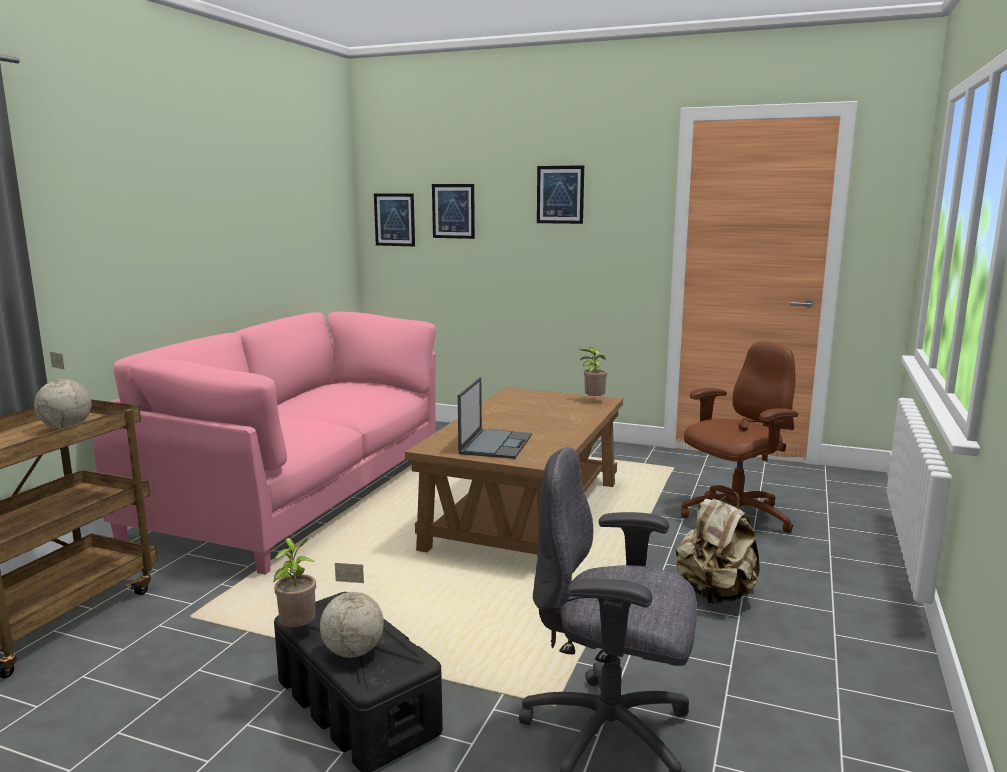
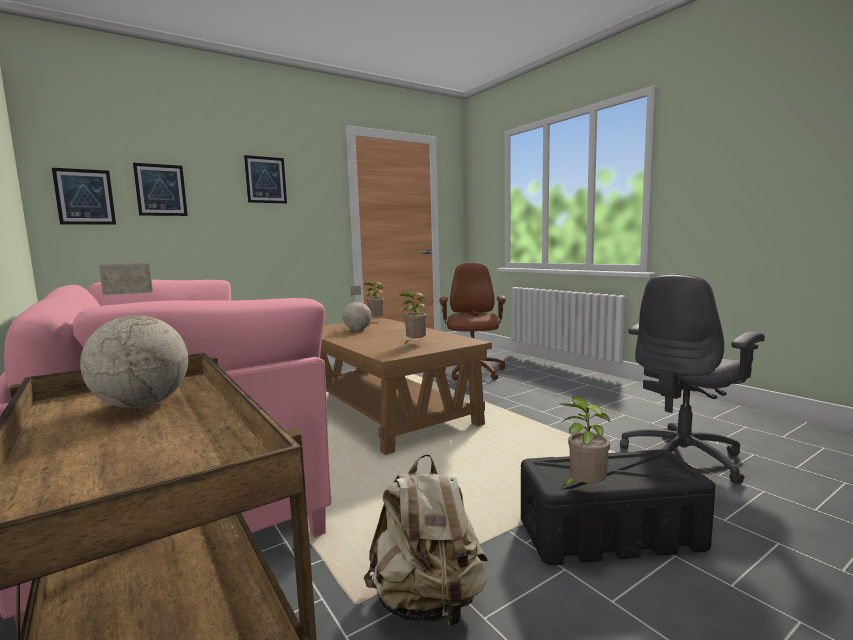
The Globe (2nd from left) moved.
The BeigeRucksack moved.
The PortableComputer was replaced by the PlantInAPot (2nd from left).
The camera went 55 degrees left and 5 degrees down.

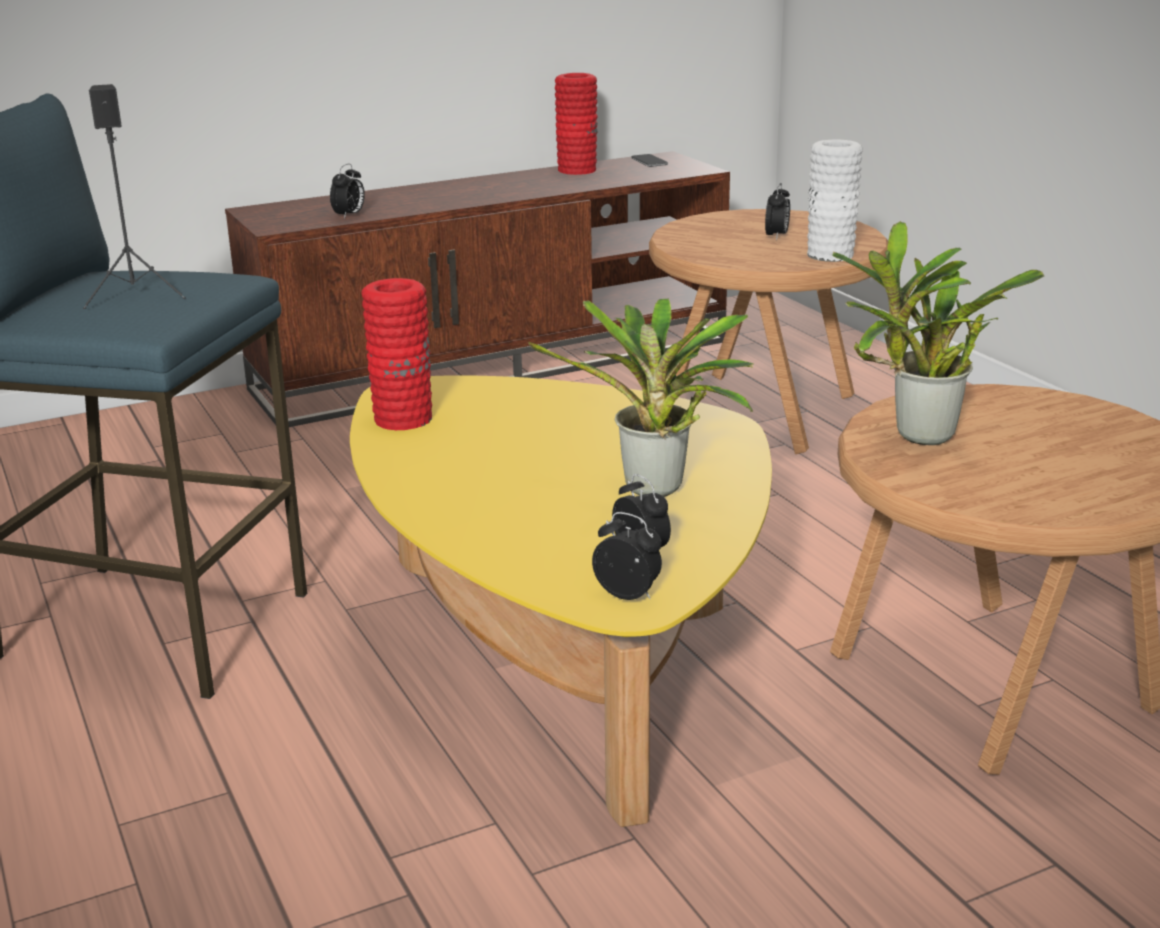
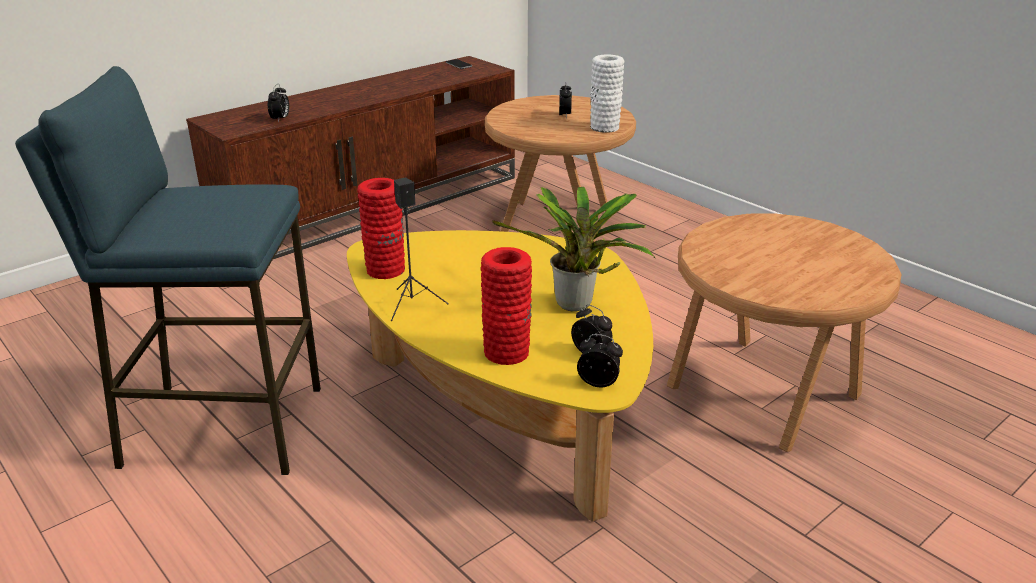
The BlackSpeaker moved.
The RedColouredDecorativeVase (2nd from left) moved.
The PlantInAPot (2nd from left) disappeared.
The camera went 15 degrees left and 5 degrees up.

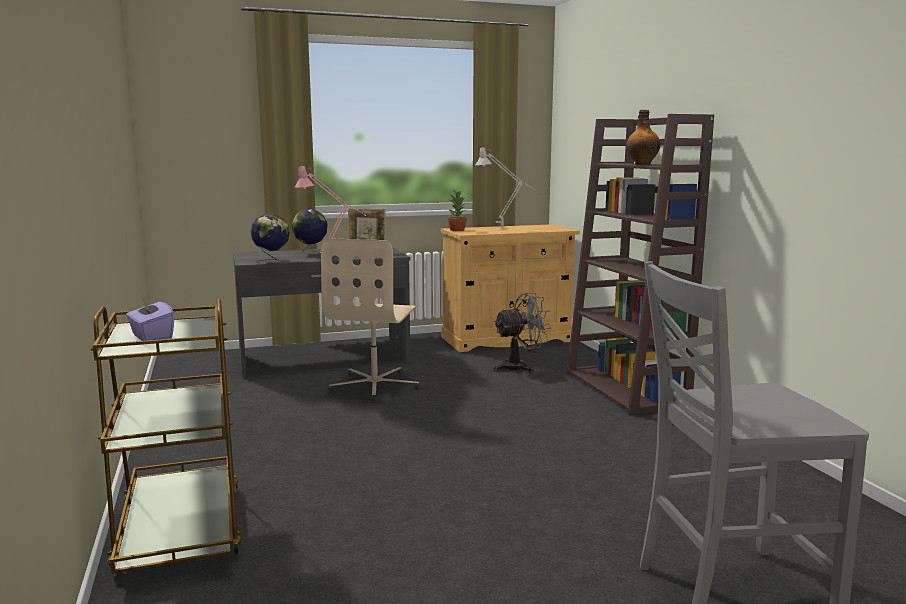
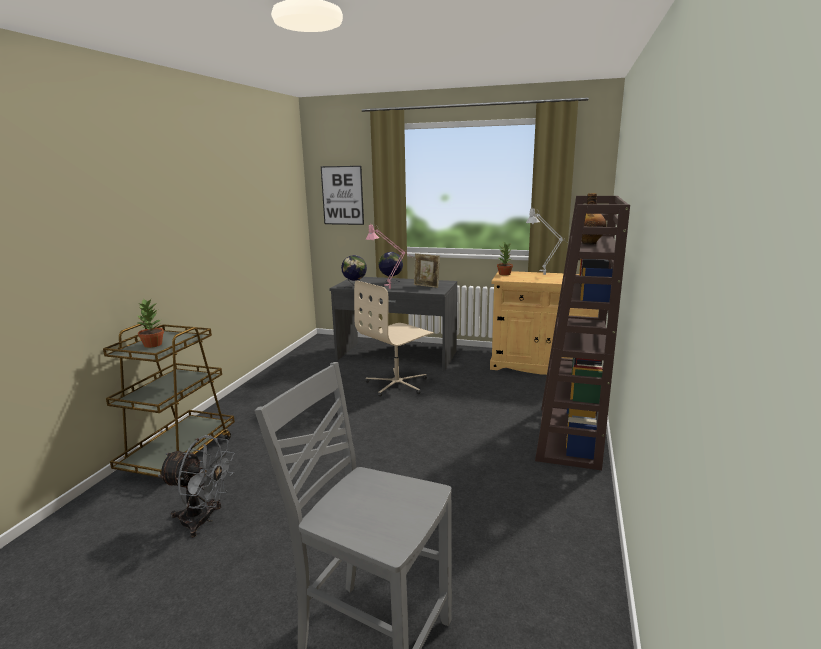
The PurpleTissueHolder was replaced by the PlantInAPot (1st from left).
The GreyishElectricFan moved.
The WallPicture appeared.
The camera went 35 degrees right and 5 degrees up.

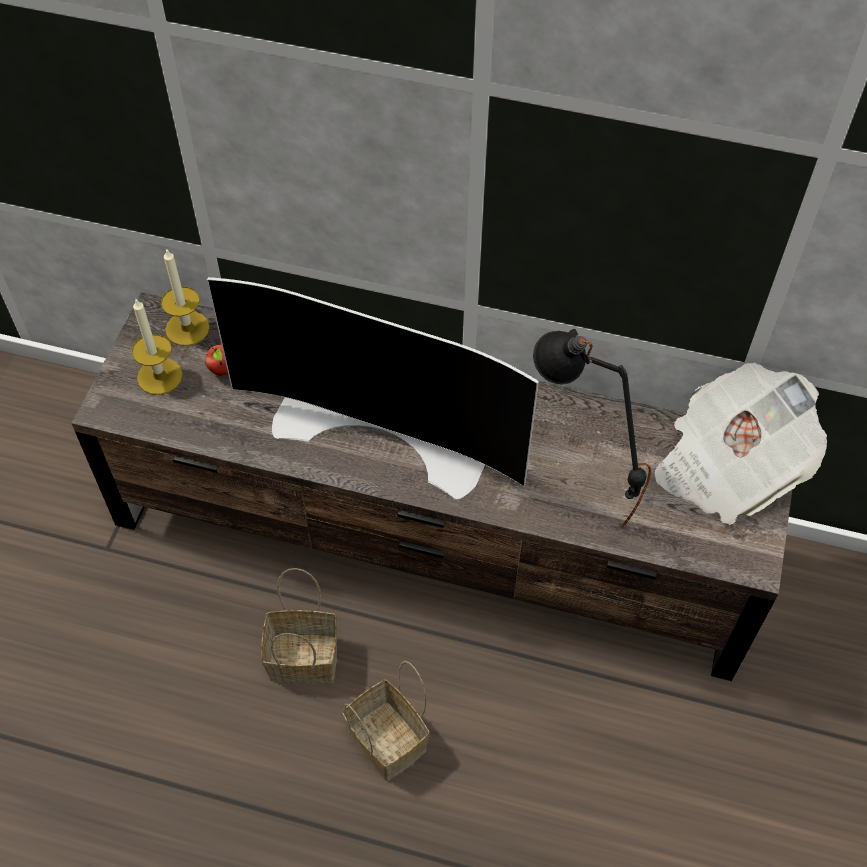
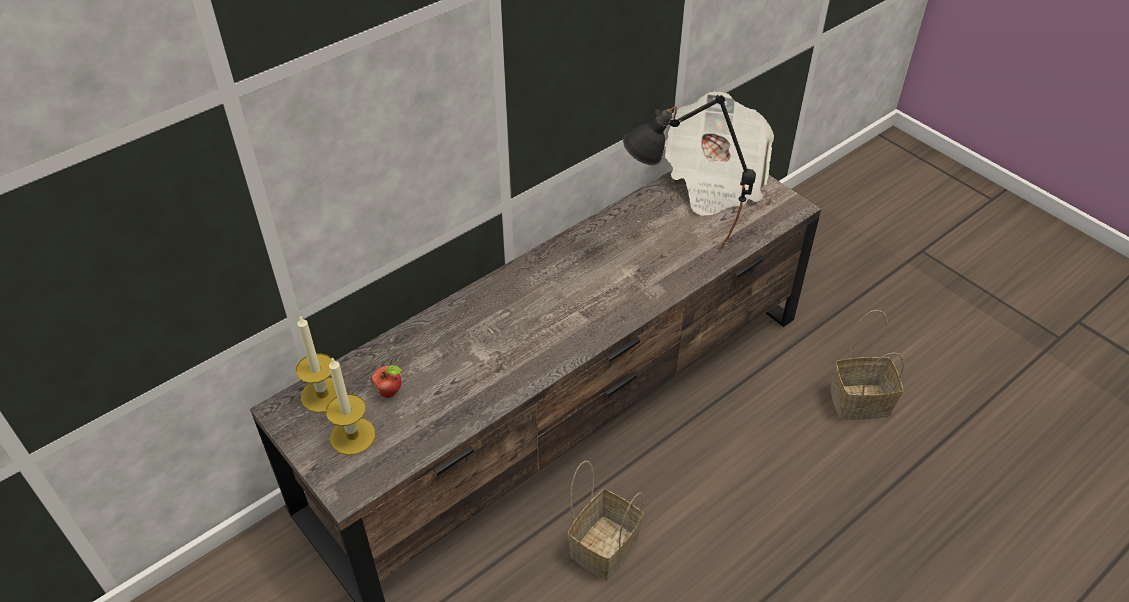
The StorageBasket (2nd from left) moved.
The Tv disappeared.
The camera went 55 degrees left and 10 degrees down.

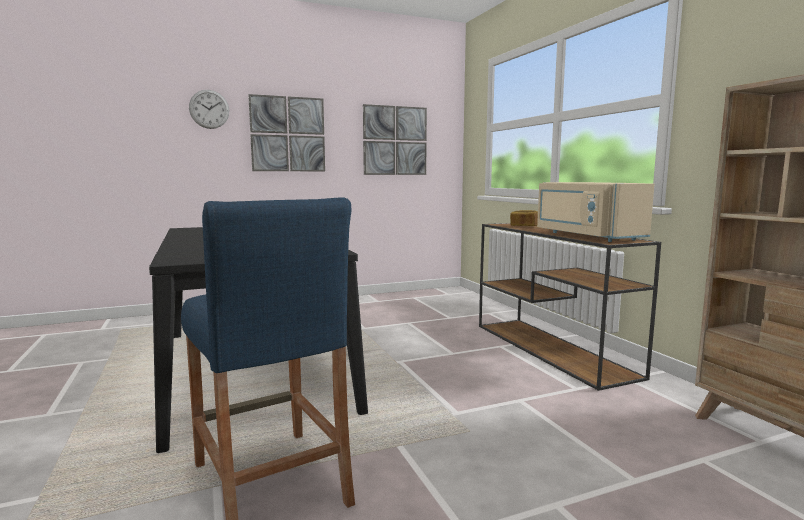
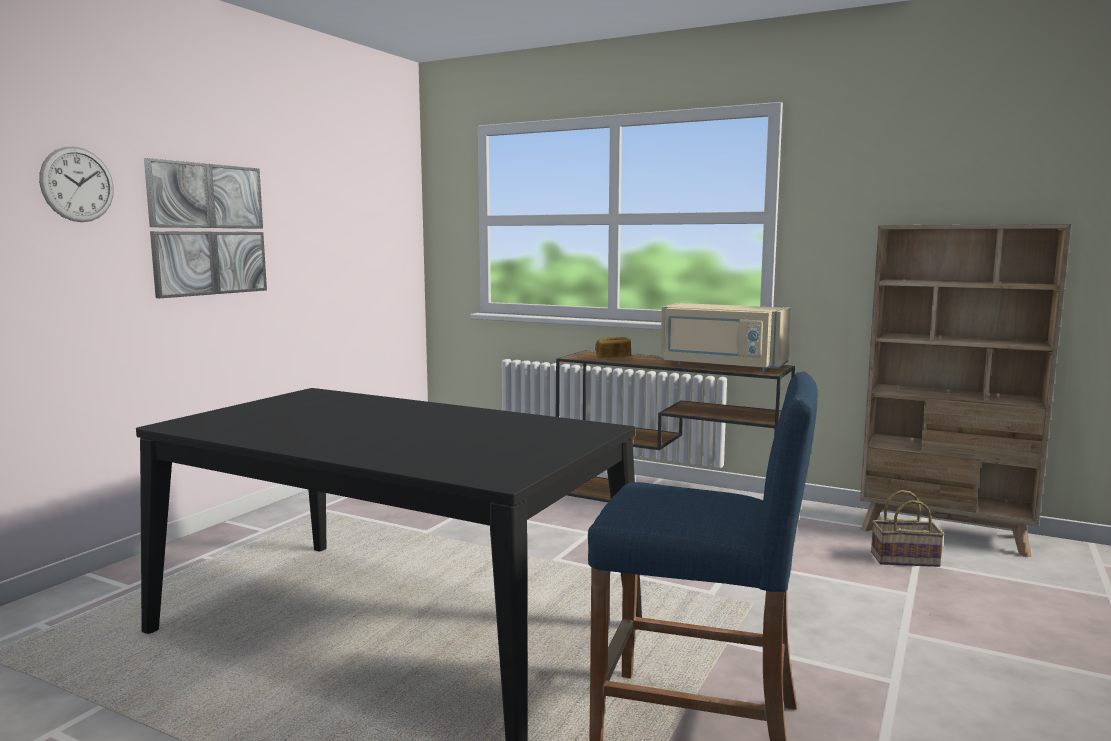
The StorageBasket appeared.
The WallPicture (2nd from left) disappeared.
The camera went 40 degrees left and 0 degrees up.

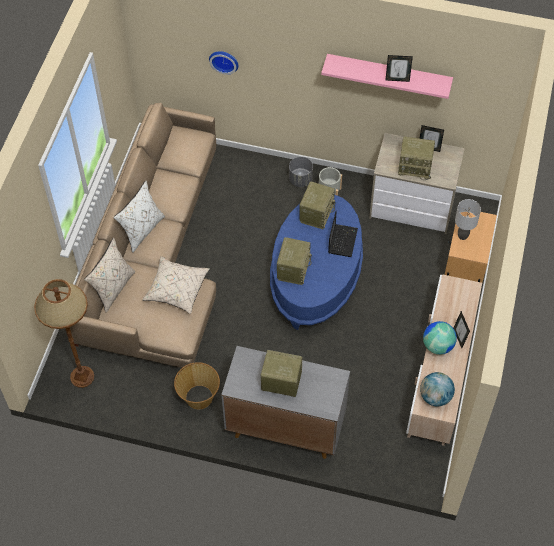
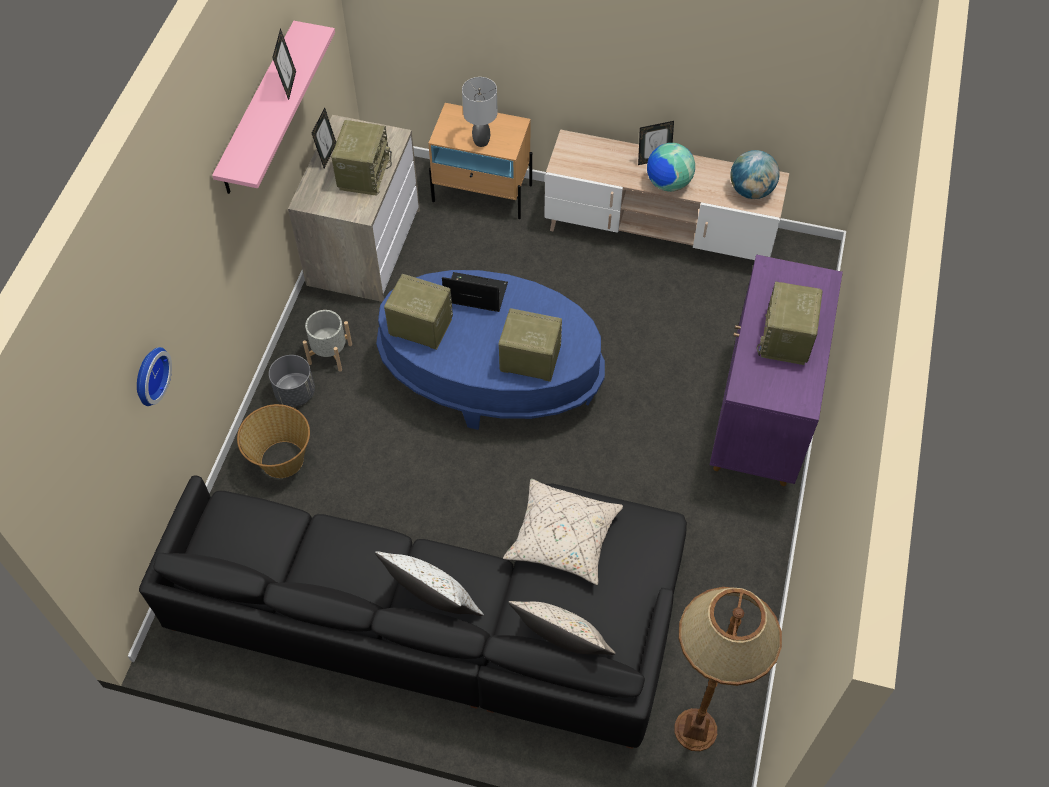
The BeigeCouch became the BlackCouch.
The StorageBasket moved.
The GreyishCupboard became the PurpleCupboard.
The camera went 90 degrees left and 0 degrees up.

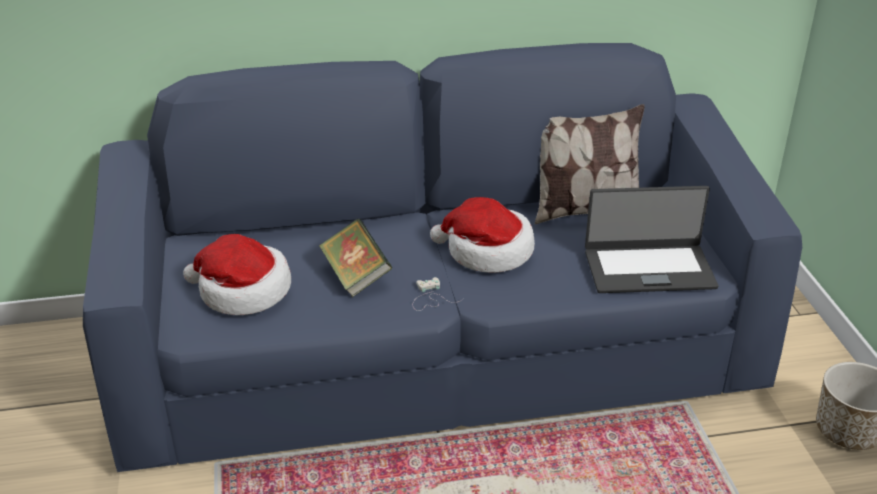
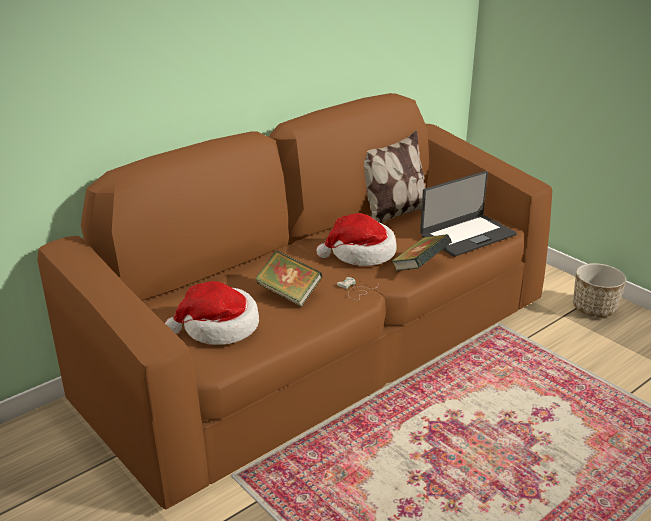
The BlueCouch became the BrownishCouch.
The Book (2nd from left) appeared.
The camera went 30 degrees left and 5 degrees down.

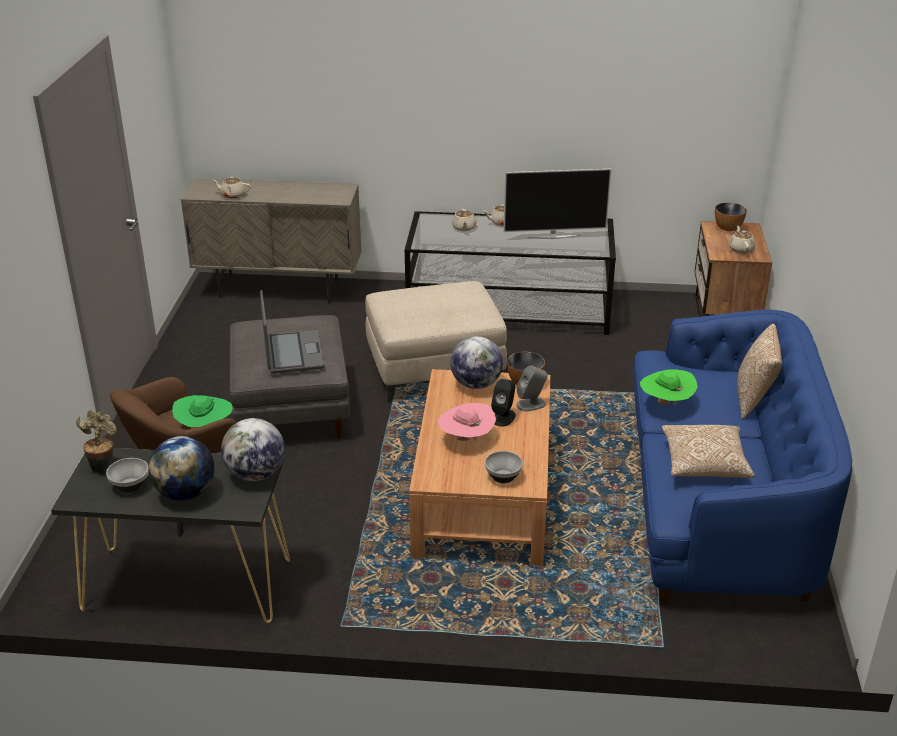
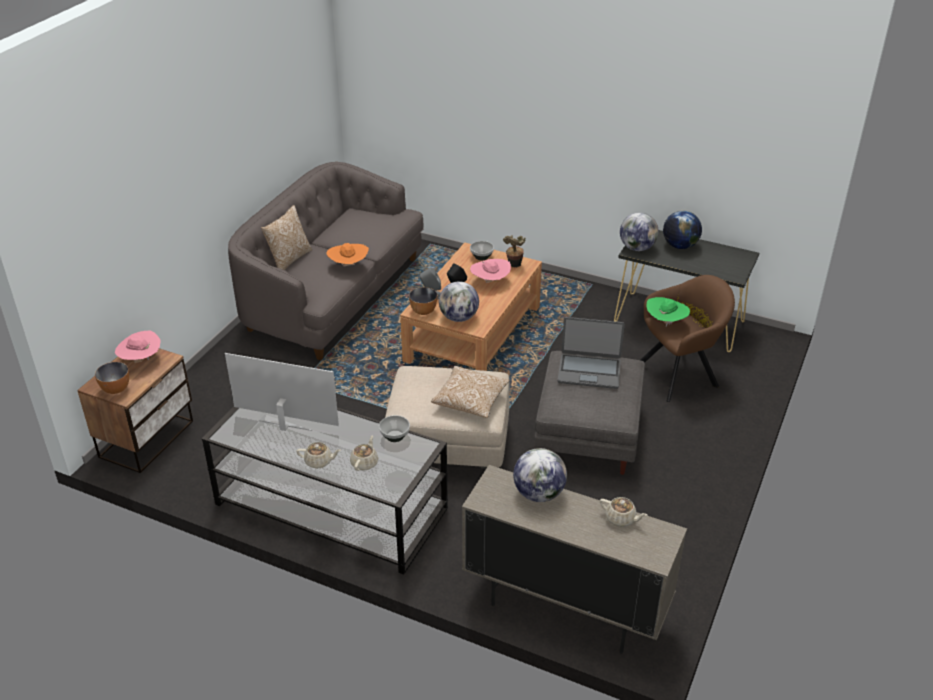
The BeigeTeapot (4th from left) was replaced by the PinkishHat (1st from left).
The BlueCouch became the GreyishCouch.
The GreenHat (2nd from left) became the OrangeyHat.
The DeepDish (1st from left in the first image) moved.
The Cushion (1st from left in the first image) moved.
The PlantInAPot moved.
The Globe (2nd from left) appeared.
The PortableComputer turned 90 degrees counterclockwise.
The camera went 160 degrees left and 5 degrees up.

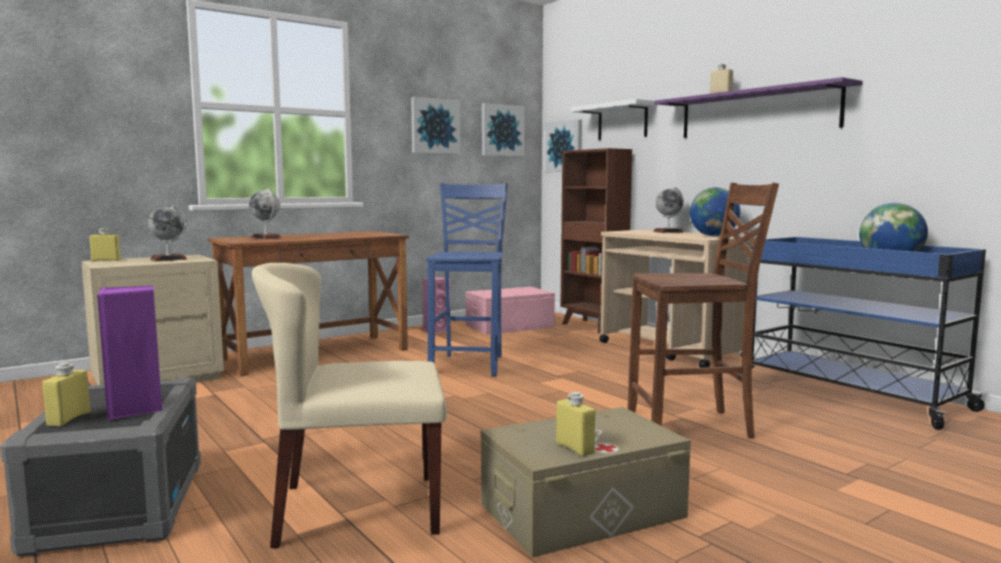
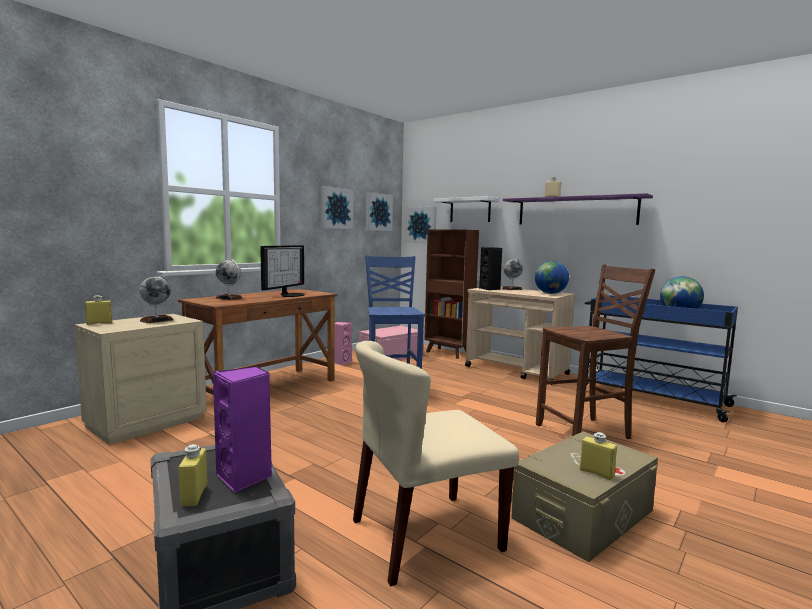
The ComputerScreen appeared.
The BlackSpeaker appeared.
The camera went 15 degrees left and 0 degrees up.

